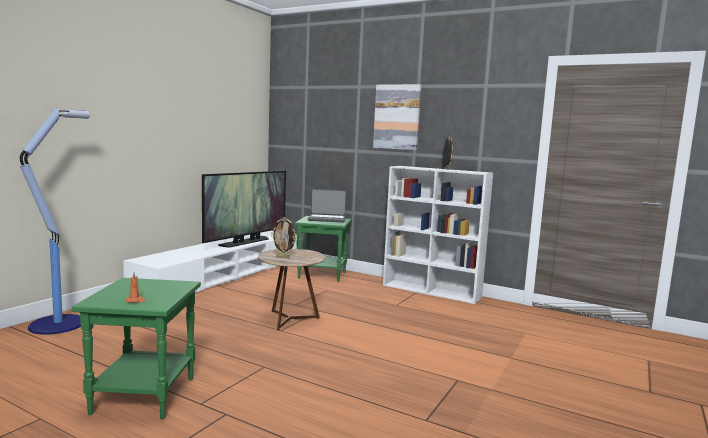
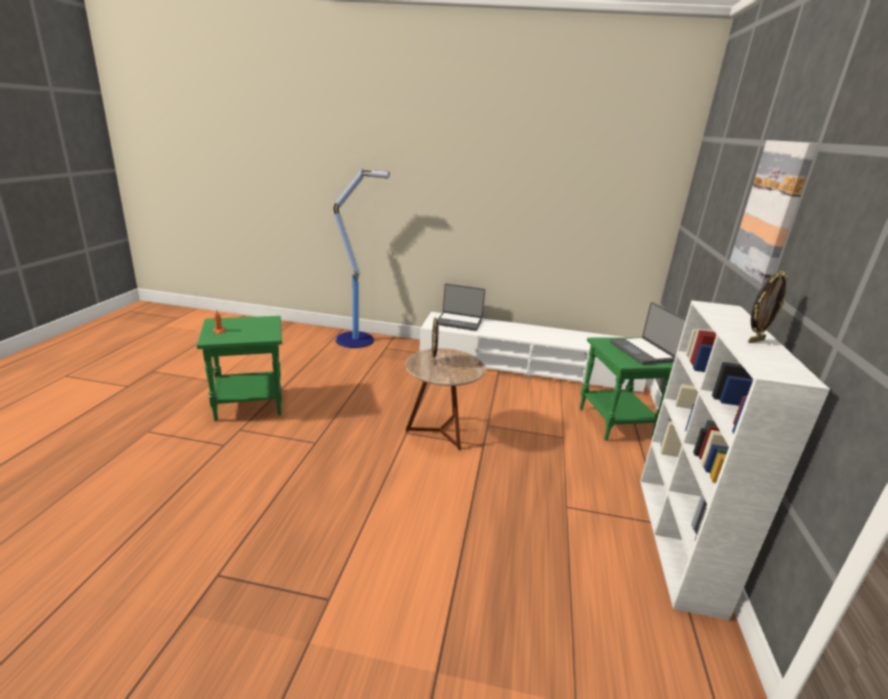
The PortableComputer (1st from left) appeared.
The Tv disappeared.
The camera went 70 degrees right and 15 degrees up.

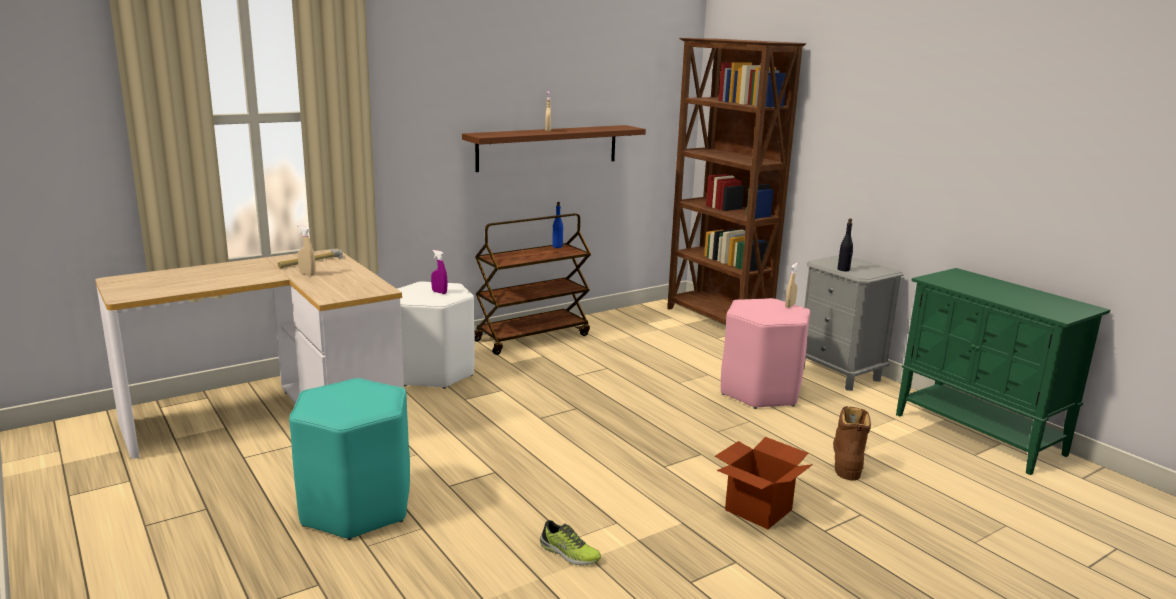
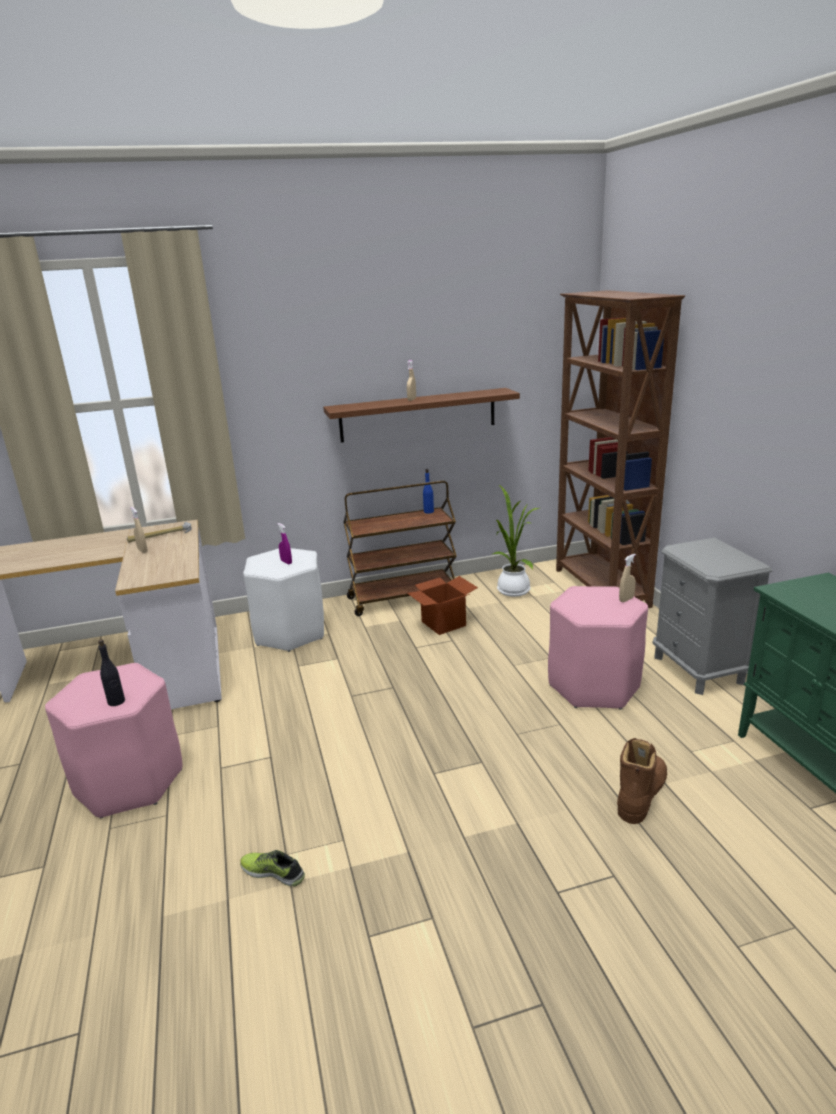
The BlueGreenSittingStool became the PinkishSittingStool (1st from left).
The BlackBeverageBottle moved.
The LowShoe turned 150 degrees clockwise.
The CardboardBox moved.
The PlantInAPot appeared.
The camera went 20 degrees right and 5 degrees up.

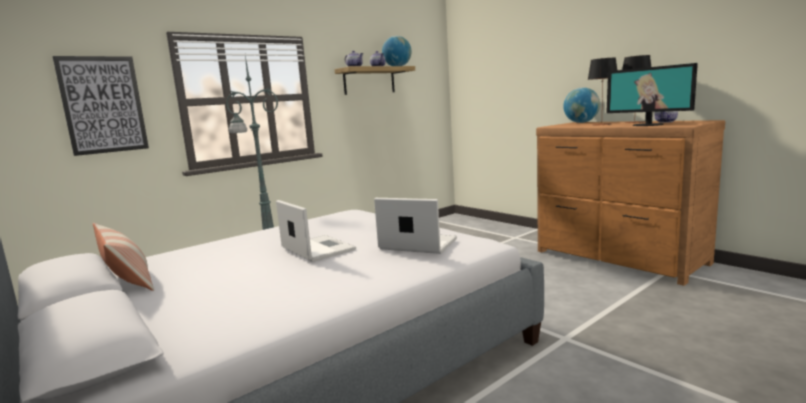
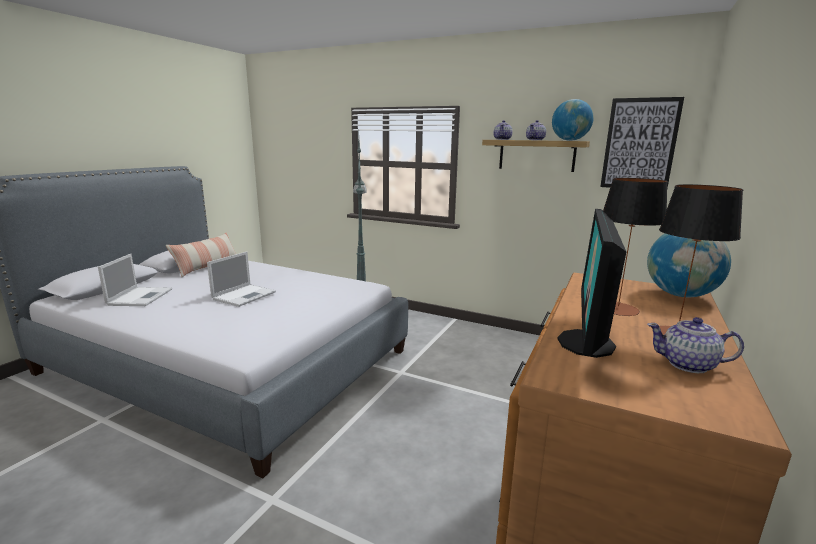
The PortableComputer (2nd from left in the first image) moved.
The WallPicture moved.
The camera went 65 degrees right and 5 degrees up.

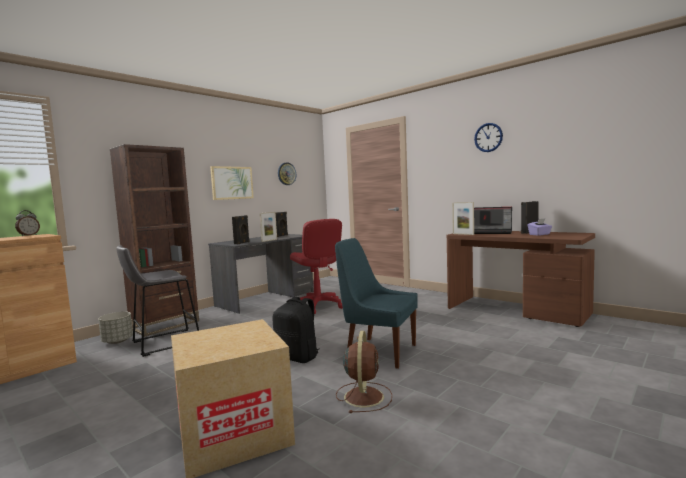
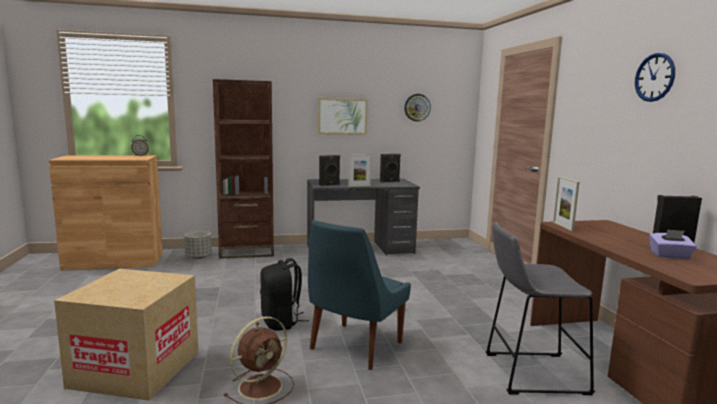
The BluePlainChair turned 120 degrees counterclockwise.
The GreyishSittingStool moved.
The RedColouredOfficeChair disappeared.
The PortableComputer disappeared.
The camera went 35 degrees right and 5 degrees up.

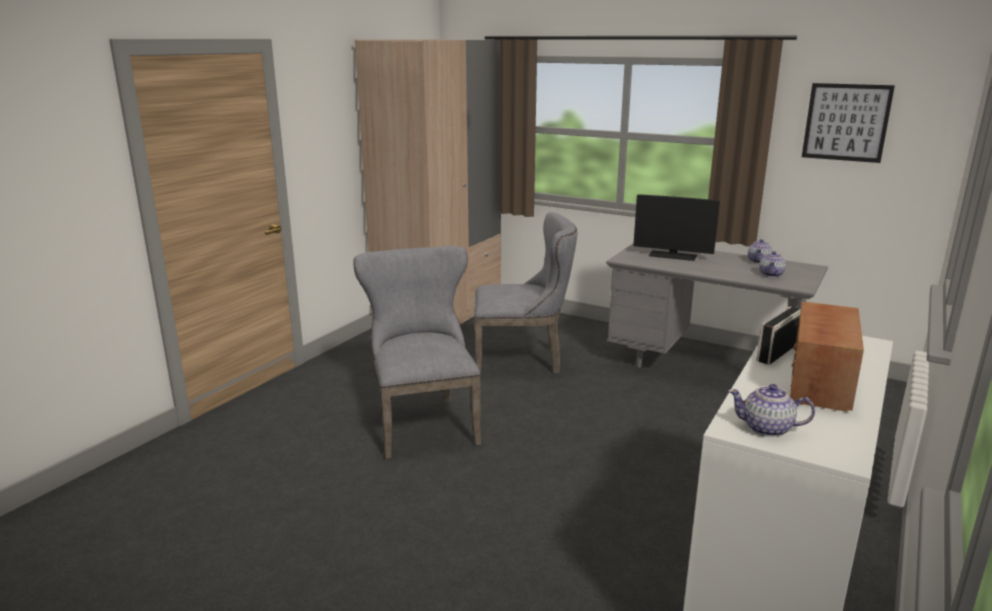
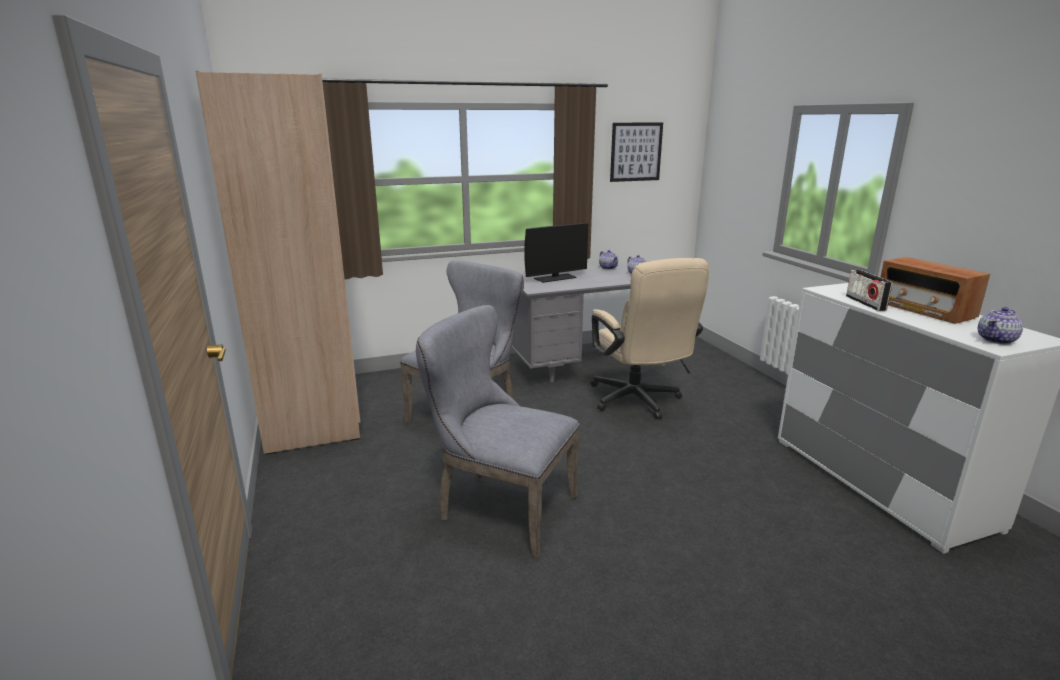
The BeigeOfficeChair appeared.
The camera went 50 degrees left and 0 degrees up.

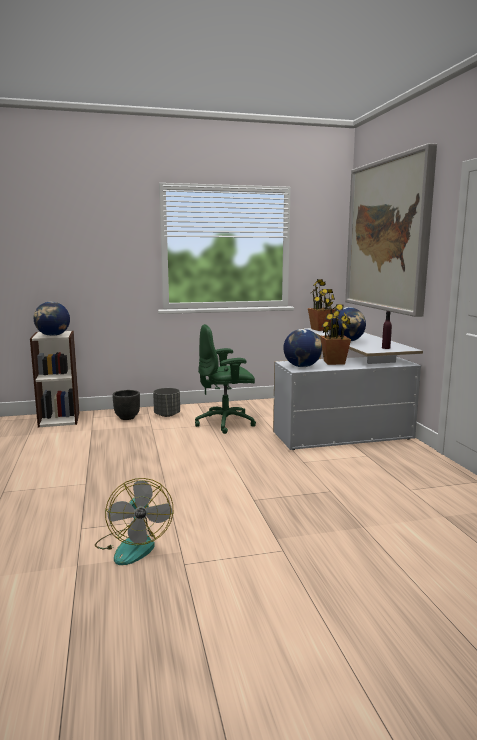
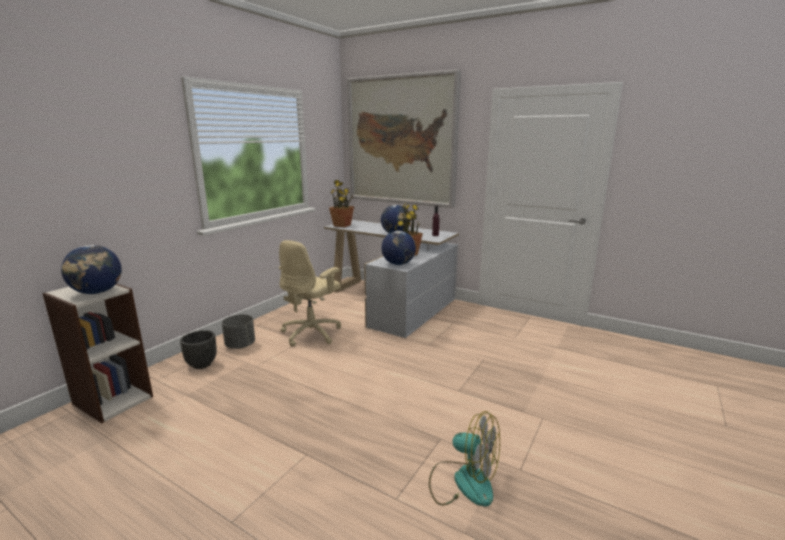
The GreenOfficeChair became the BeigeOfficeChair.
The camera went 45 degrees left and 5 degrees up.

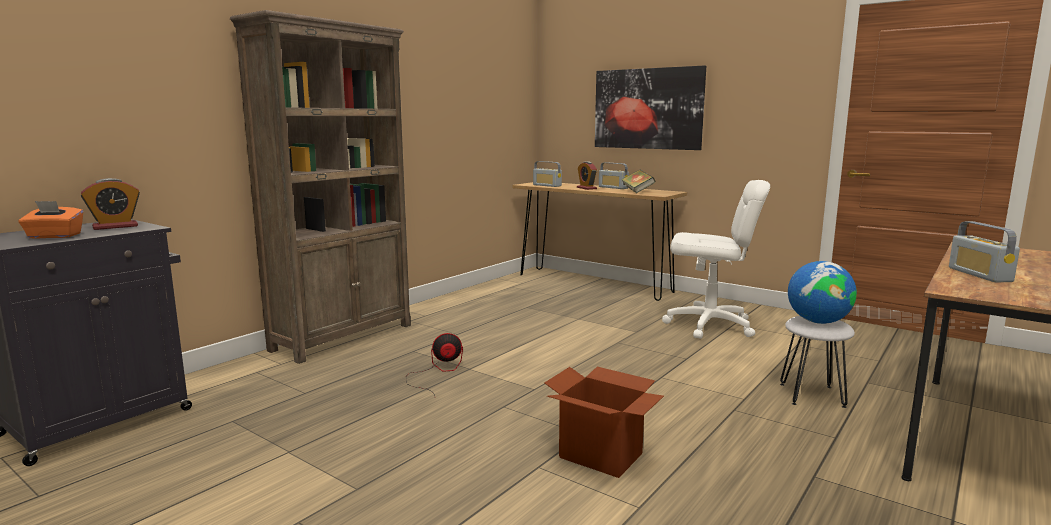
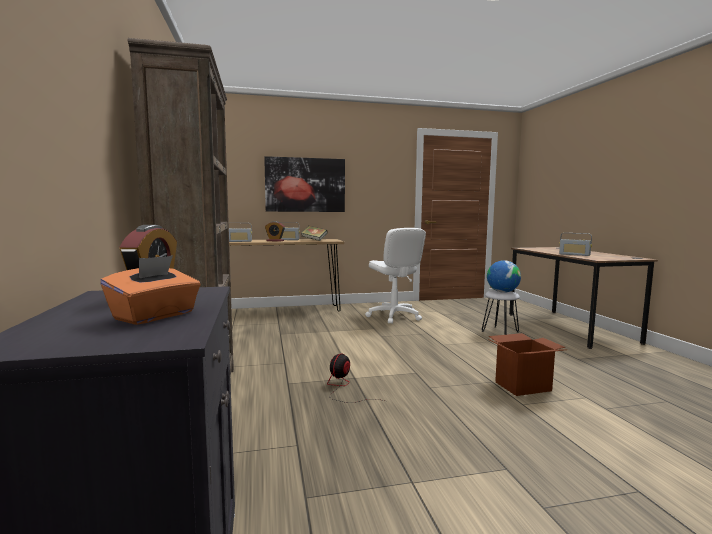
The WhiteColouredOfficeChair turned 105 degrees clockwise.
The camera went 50 degrees left and 5 degrees down.

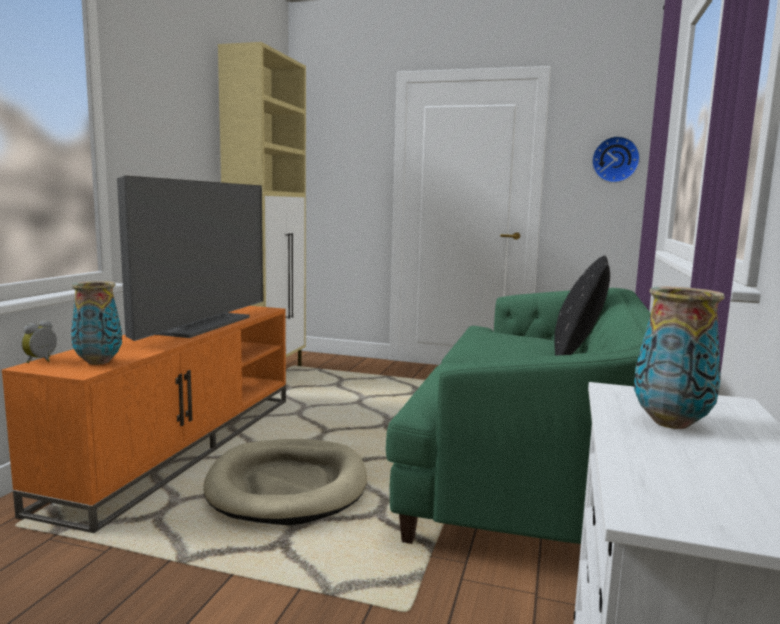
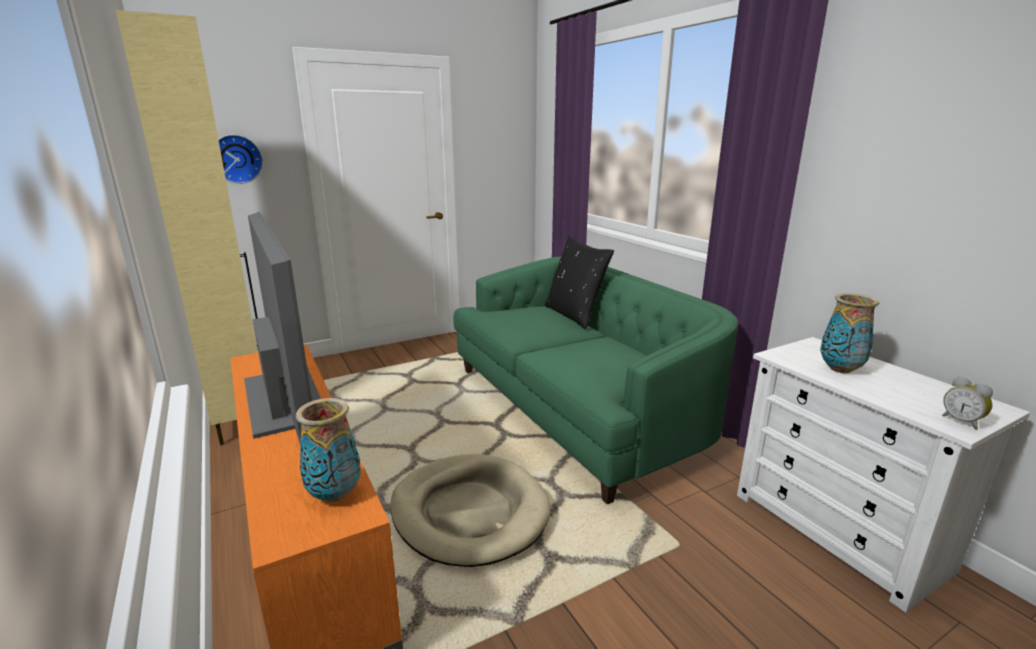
The ClockOnTheWall moved.
The AlarmClock moved.
The camera went 45 degrees left and 10 degrees up.

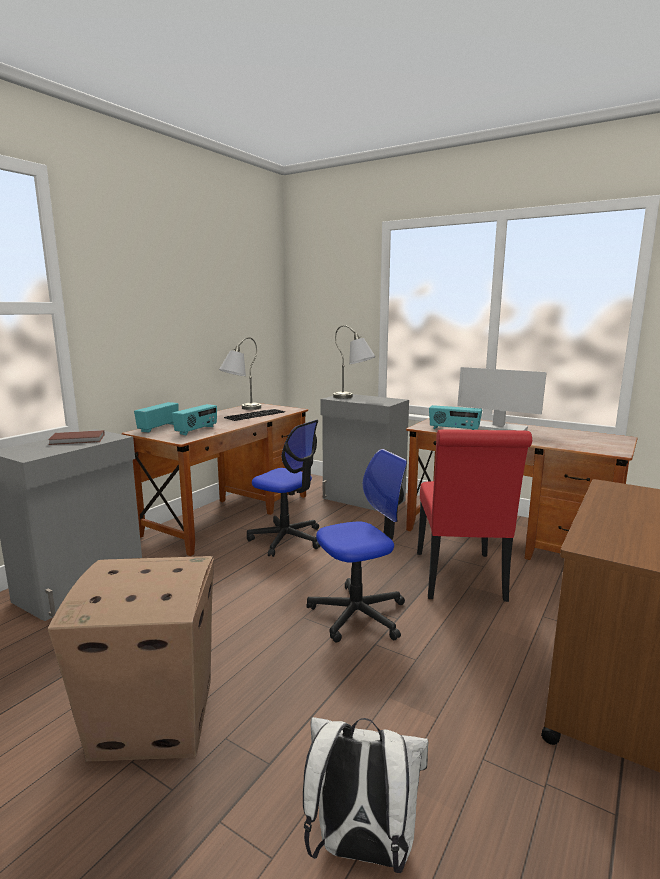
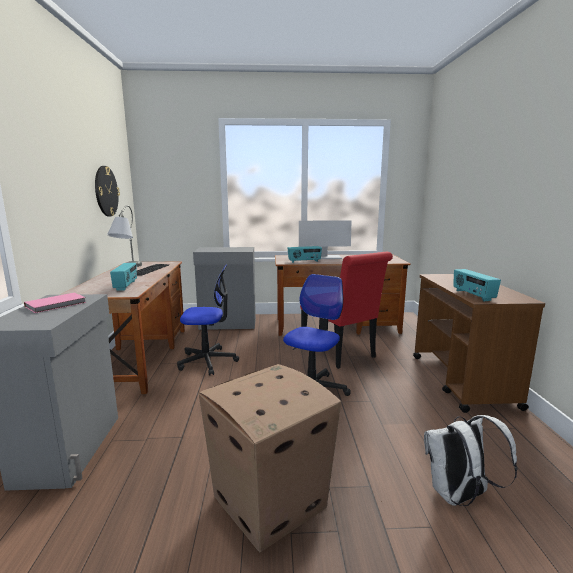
The BrownishBook became the PinkishBook.
The ClockOnTheWall appeared.
The RadioReceiver (1st from left in the first image) moved.
The GreyishTableLamp (2nd from left) disappeared.
The camera went 35 degrees left and 0 degrees up.

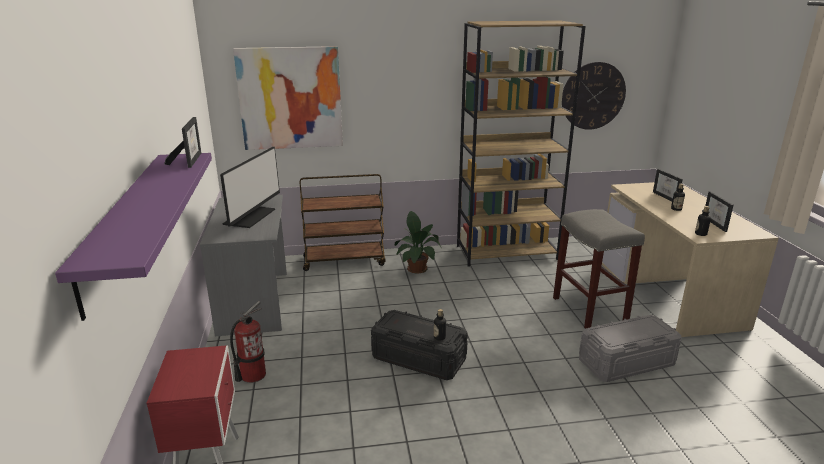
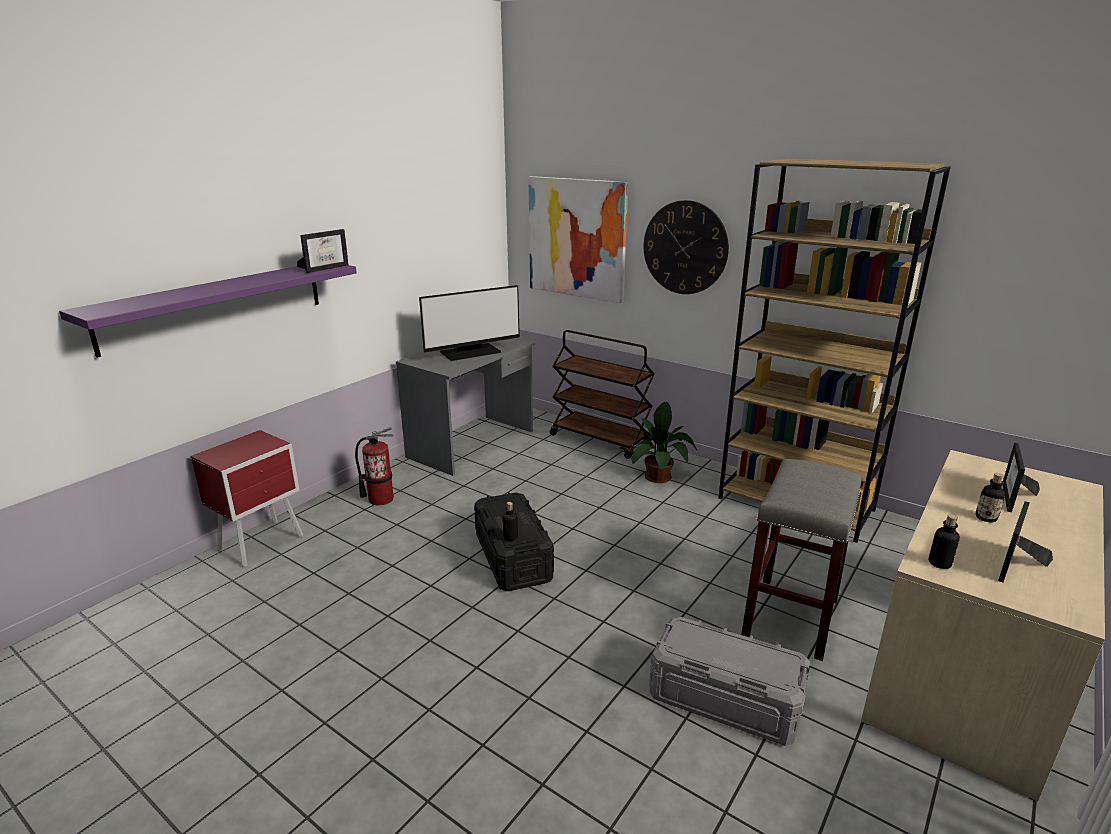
The ClockOnTheWall moved.
The camera went 45 degrees right and 0 degrees up.

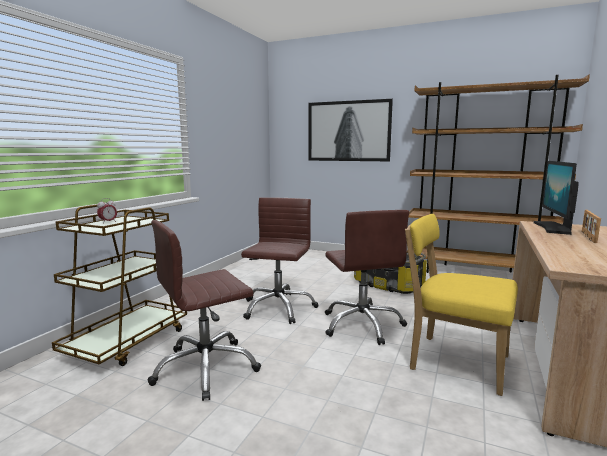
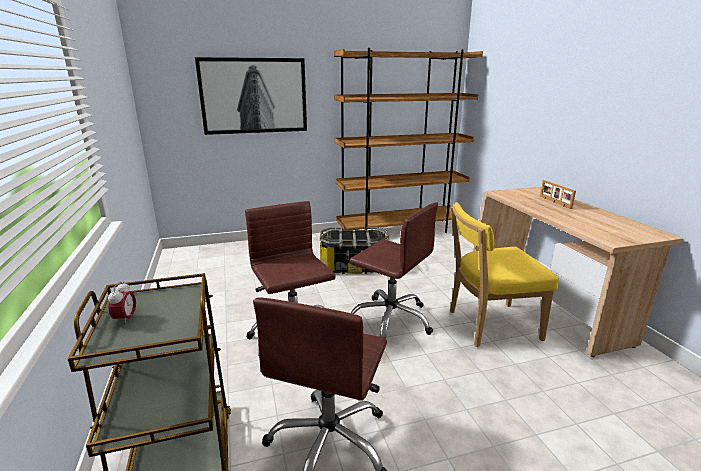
The ComputerScreen disappeared.
The camera went 40 degrees left and 10 degrees up.

